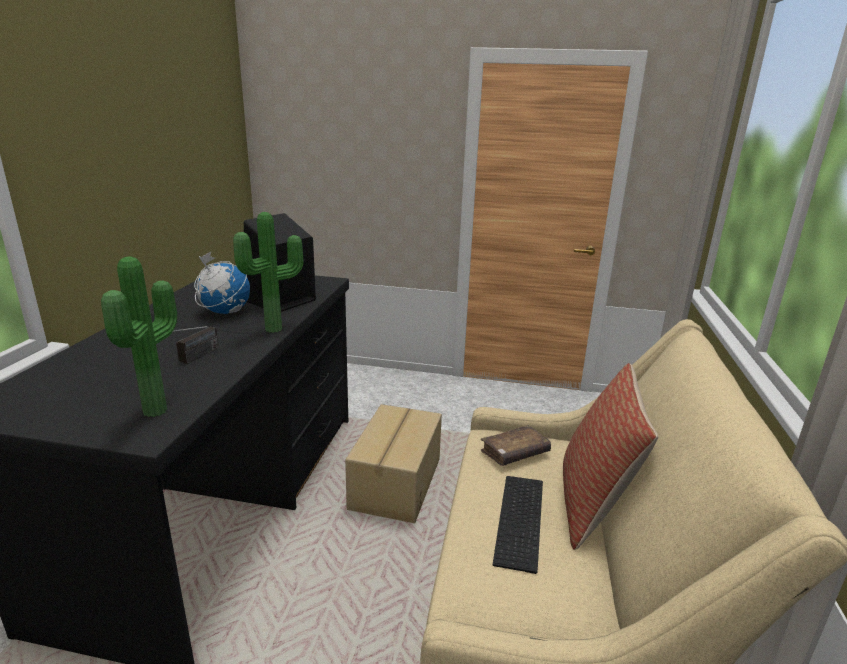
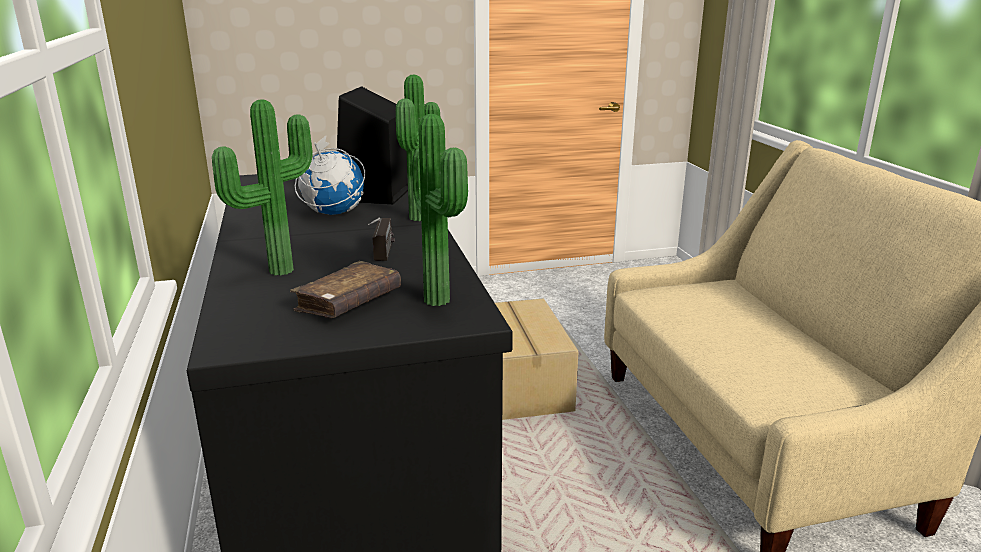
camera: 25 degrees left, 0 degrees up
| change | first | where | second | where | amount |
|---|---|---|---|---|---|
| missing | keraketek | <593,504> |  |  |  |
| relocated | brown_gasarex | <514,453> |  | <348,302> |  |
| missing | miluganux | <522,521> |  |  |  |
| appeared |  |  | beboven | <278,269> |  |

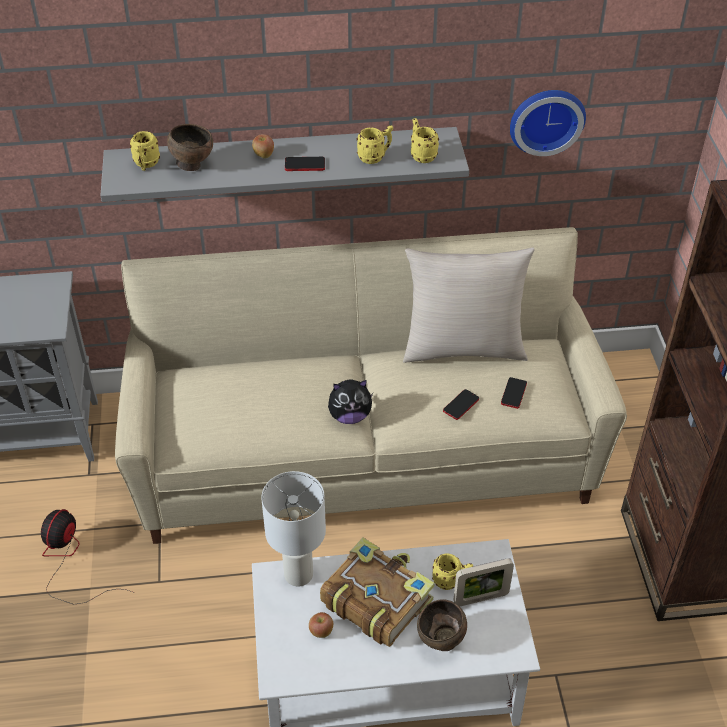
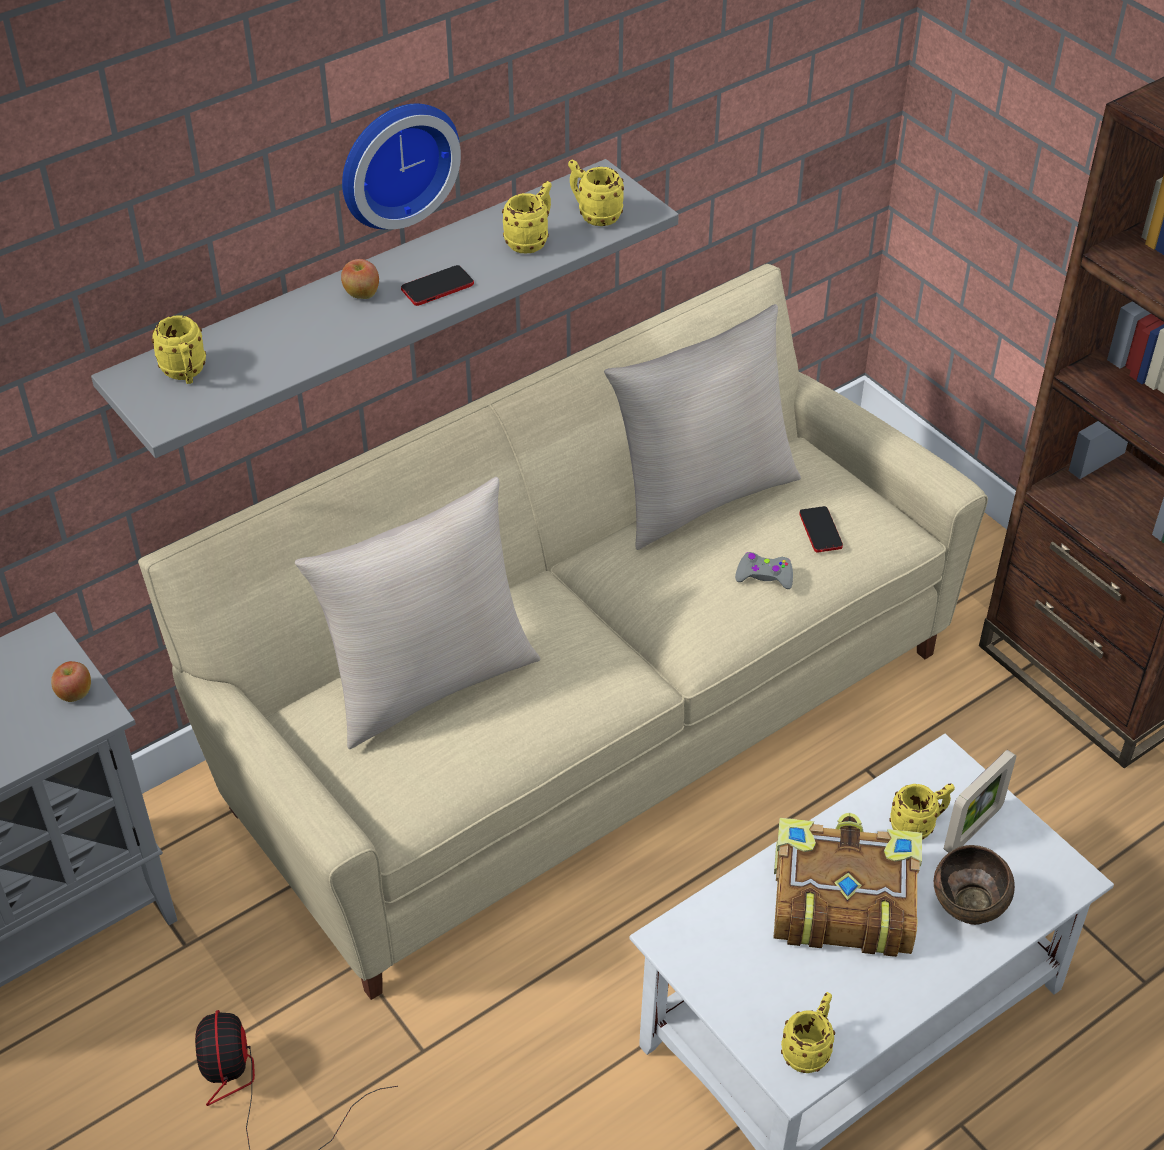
camera: 30 degrees left, 0 degrees up
| change | first | where | second | where | amount |
|---|---|---|---|---|---|
| relocated | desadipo | <546,119> |  | <394,161> |  |
| missing | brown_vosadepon | <192,165> |  |  |  |
| missing | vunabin | <349,416> |  |  |  |
| exchanged | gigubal | <461,405> | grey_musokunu | <764,576> |  |
| missing | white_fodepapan | <299,574> |  |  |  |
| relocated | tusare | <321,631> |  | <75,694> |  |
| appeared |  |  | beige_keraketek | <429,681> |  |
| appeared |  |  | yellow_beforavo | <809,1049> |  |

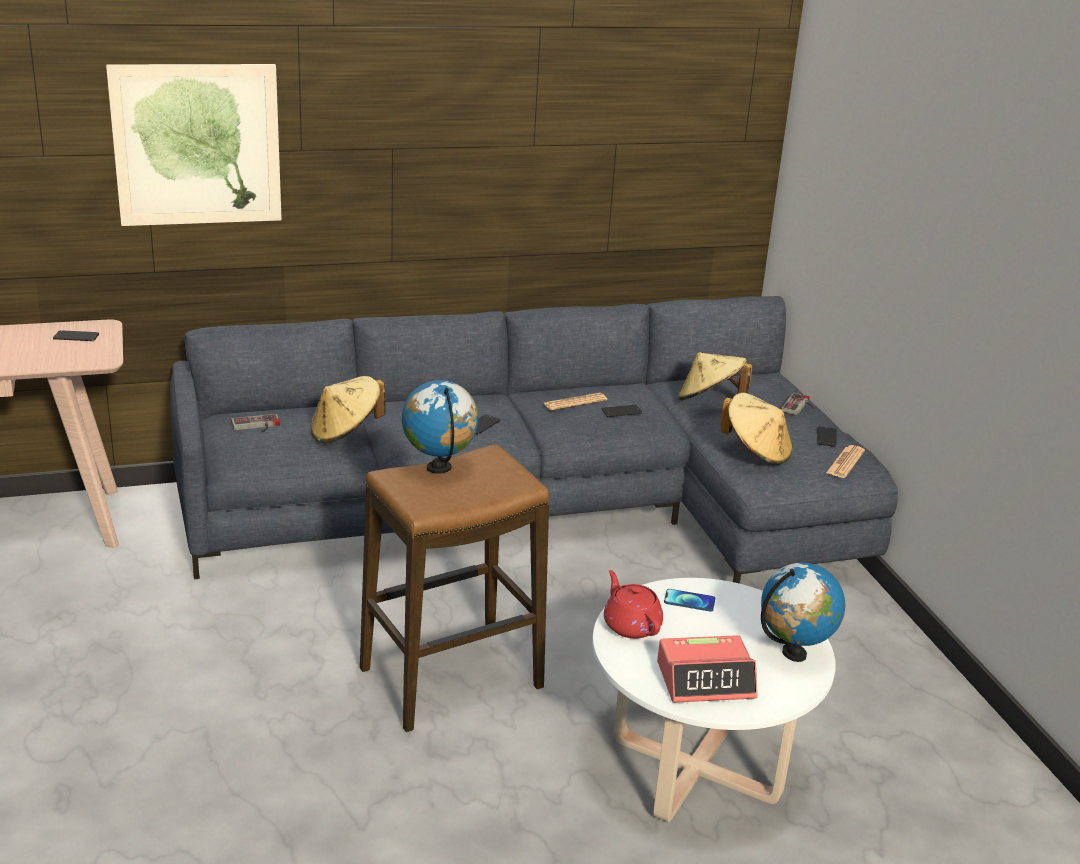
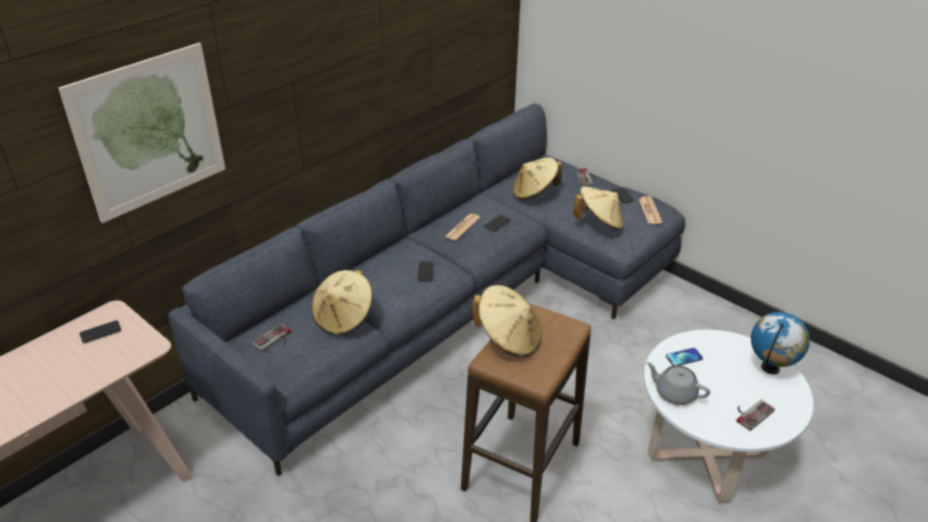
camera: 30 degrees left, 10 degrees up
| change | first | where | second | where | amount |
|---|---|---|---|---|---|
| exchanged | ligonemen | <439,468> | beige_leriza | <508,339> |  |
| colour | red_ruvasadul | <631,625> | grey_ruvasadul | <674,393> |  |
| exchanged | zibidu | <706,680> | musokunu | <750,413> |  |

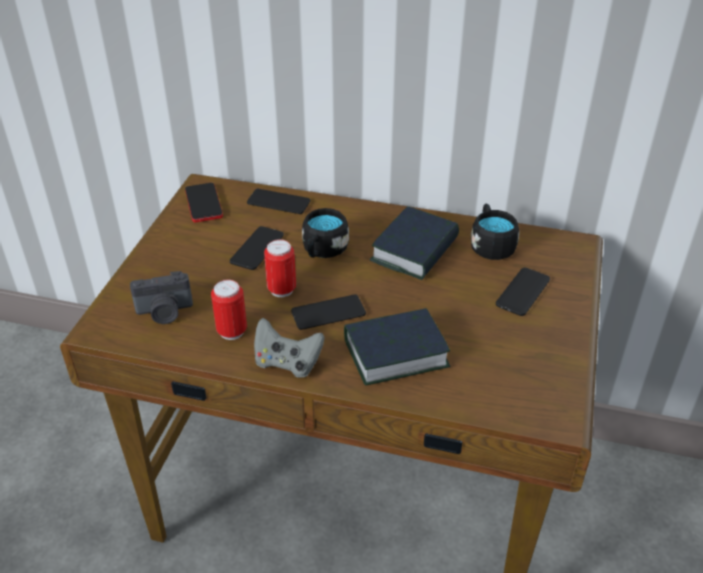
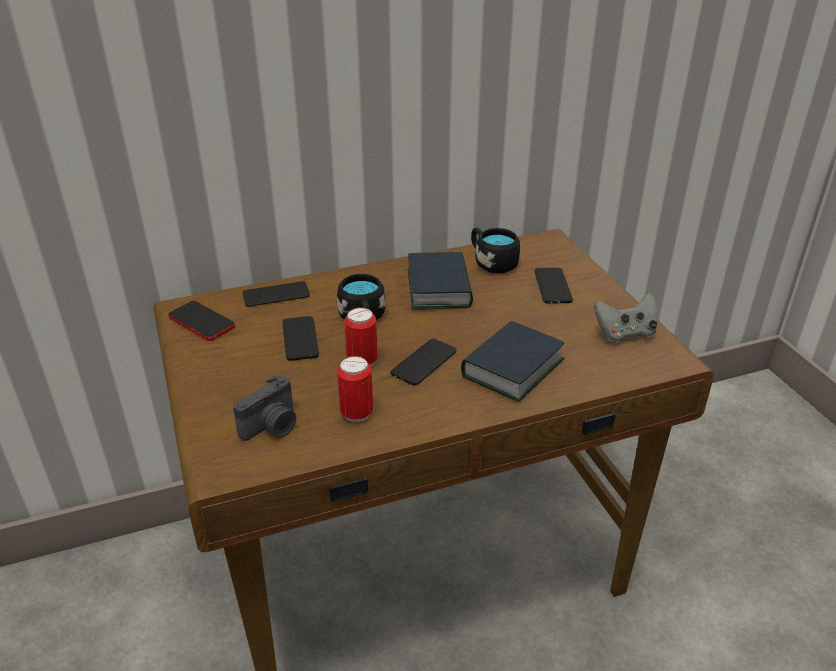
camera: 35 degrees left, 5 degrees down
| change | first | where | second | where | amount |
|---|---|---|---|---|---|
| relocated | grey_musokunu | <287,363> |  | <625,333> |  |

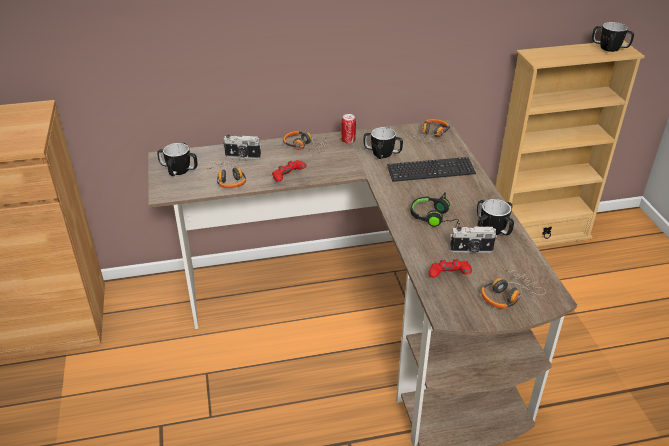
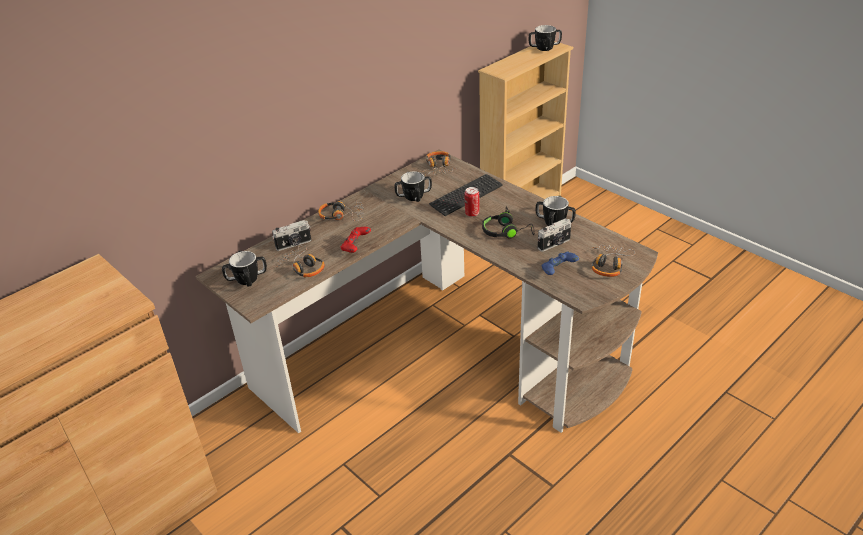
camera: 30 degrees left, 0 degrees up
| change | first | where | second | where | amount |
|---|---|---|---|---|---|
| relocated | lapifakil | <348,140> |  | <472,213> |  |
| colour | red_musokunu | <449,277> | blue_musokunu | <558,271> |  |

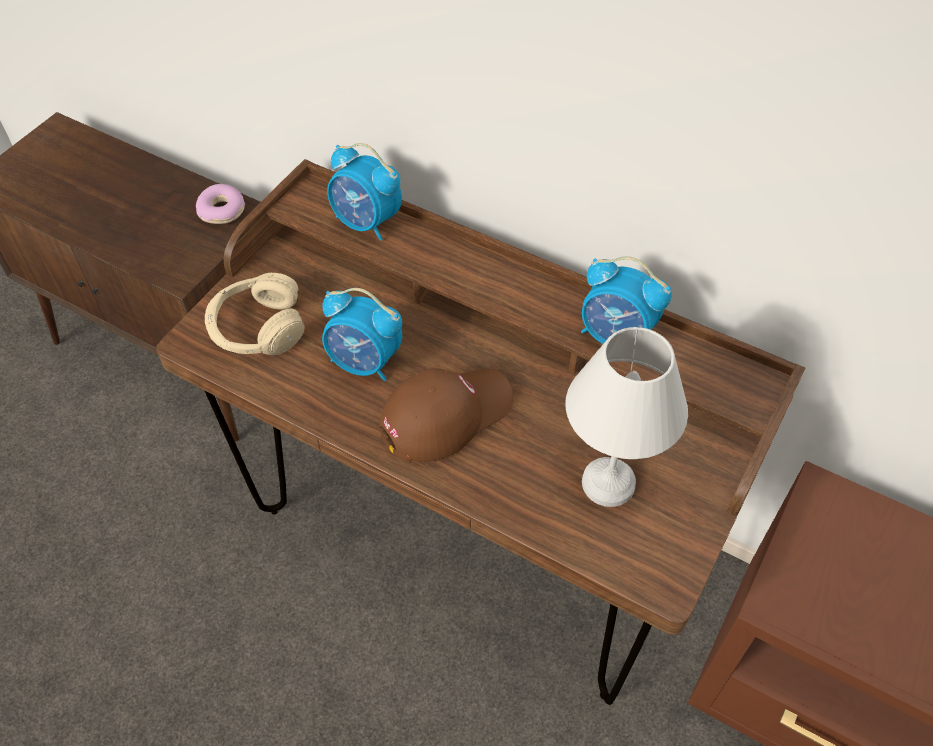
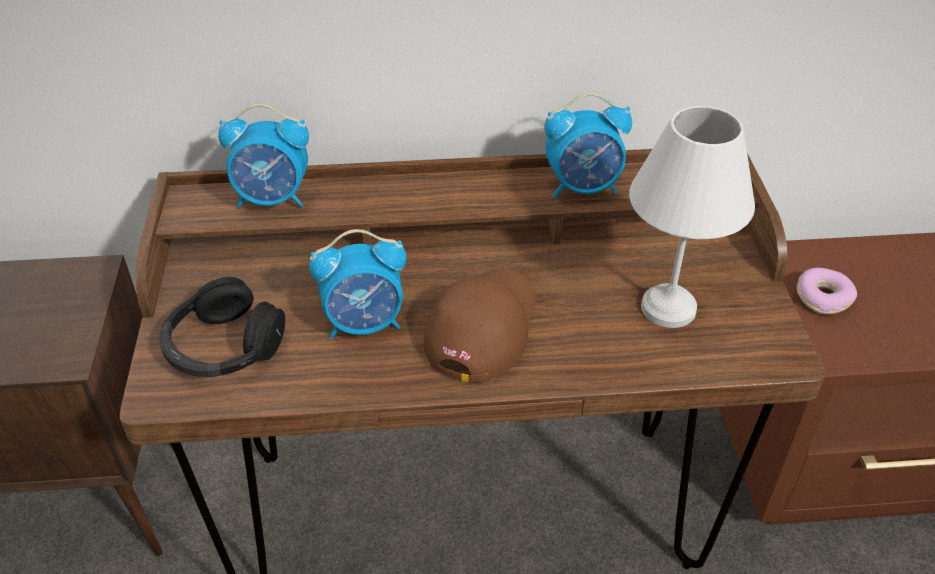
camera: 35 degrees left, 10 degrees down
| change | first | where | second | where | amount |
|---|---|---|---|---|---|
| relocated | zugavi | <222,211> |  | <822,297> |  |
| colour | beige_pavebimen | <257,328> | black_pavebimen | <223,347> |  |

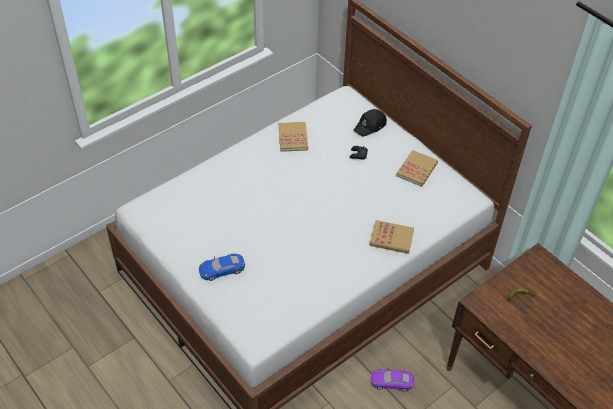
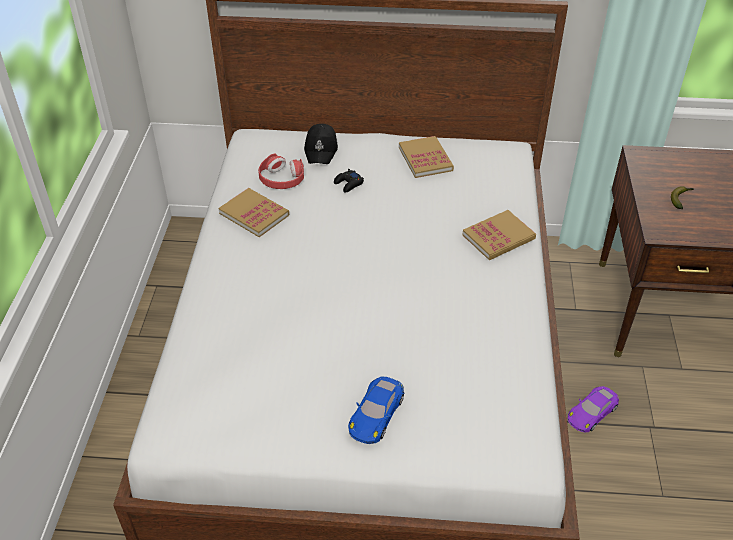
camera: 45 degrees left, 5 degrees down
| change | first | where | second | where | amount |
|---|---|---|---|---|---|
| appeared |  |  | red_pavebimen | <281,179> |  |

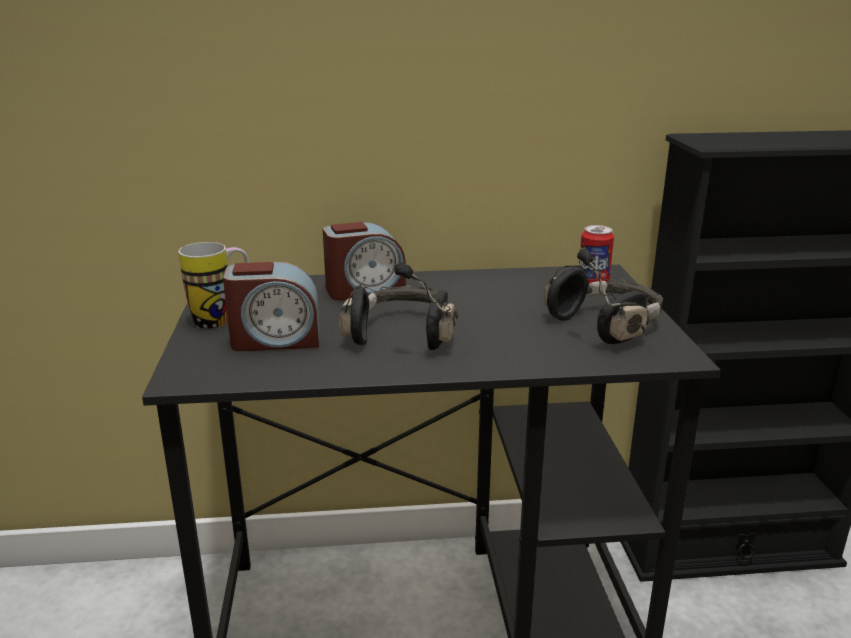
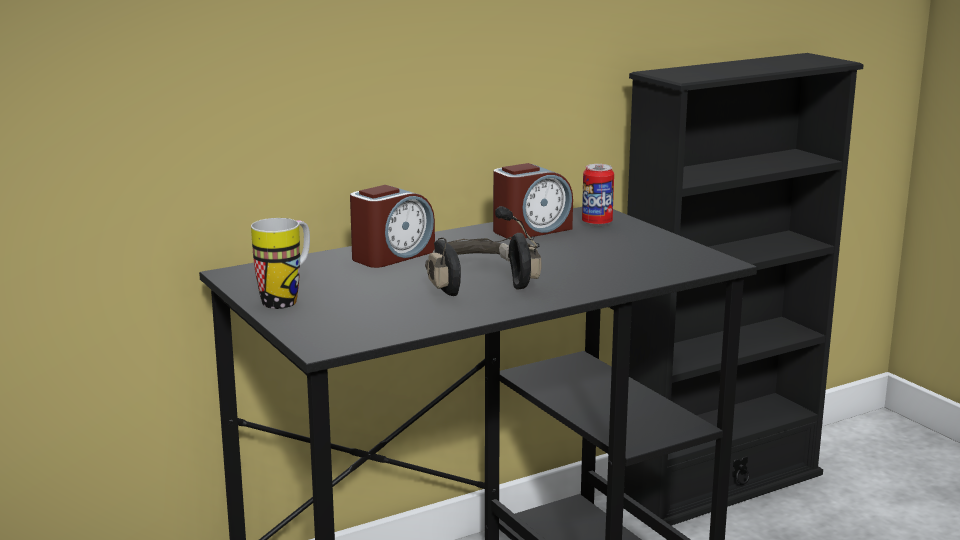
camera: 25 degrees left, 5 degrees down
| change | first | where | second | where | amount |
|---|---|---|---|---|---|
| missing | black_pavebimen | <606,325> |  |  |  |
| relocated | zibidu | <275,340> |  | <531,230> |  |

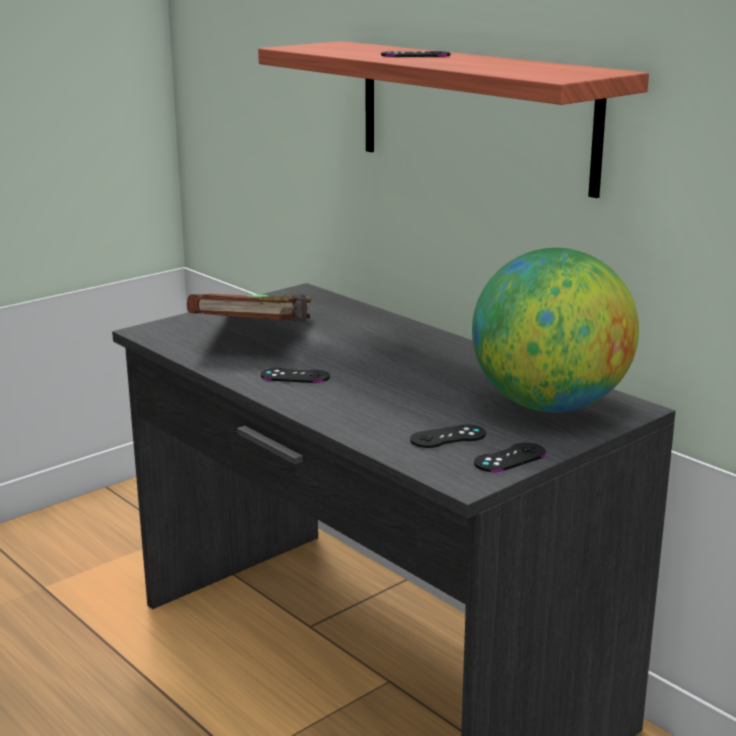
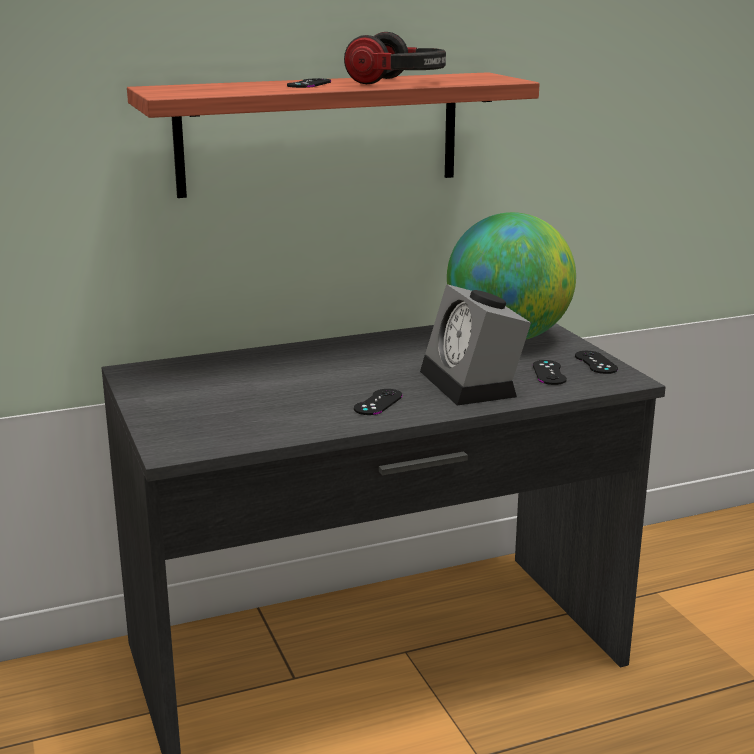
camera: 70 degrees left, 0 degrees up
| change | first | where | second | where | amount |
|---|---|---|---|---|---|
| missing | brown_gasarex | <257,335> |  |  |  |
| appeared |  |  | pavebimen | <398,82> |  |
| appeared |  |  | zibidu | <473,384> |  |

